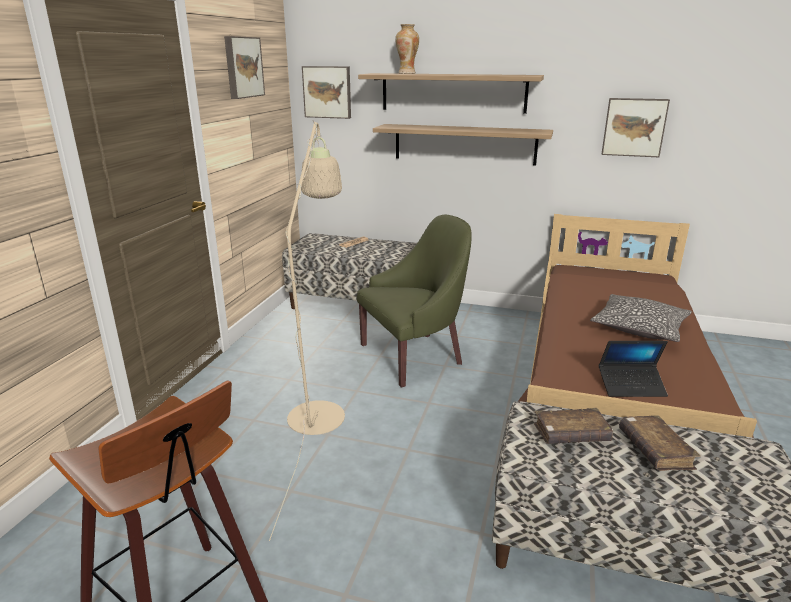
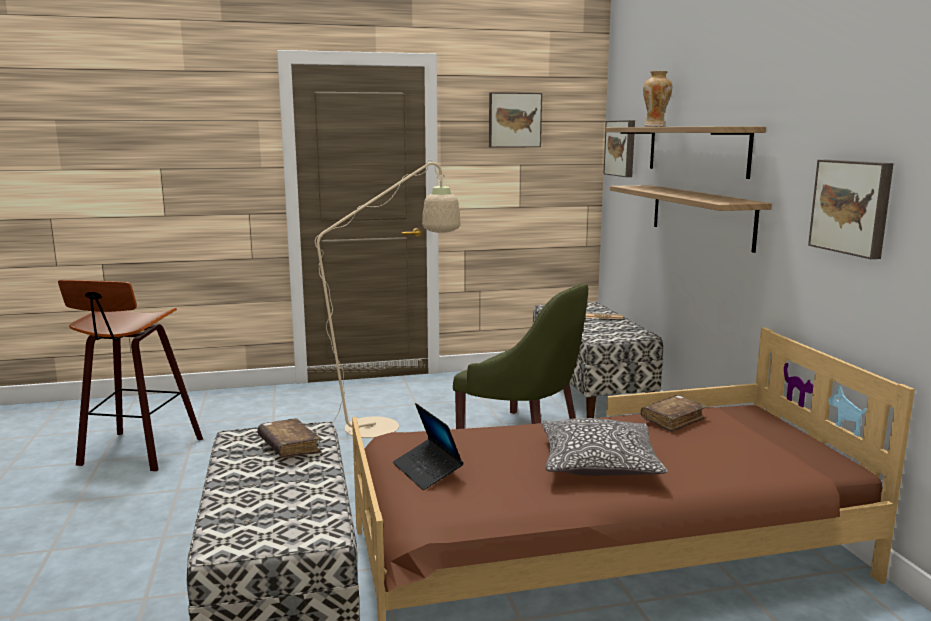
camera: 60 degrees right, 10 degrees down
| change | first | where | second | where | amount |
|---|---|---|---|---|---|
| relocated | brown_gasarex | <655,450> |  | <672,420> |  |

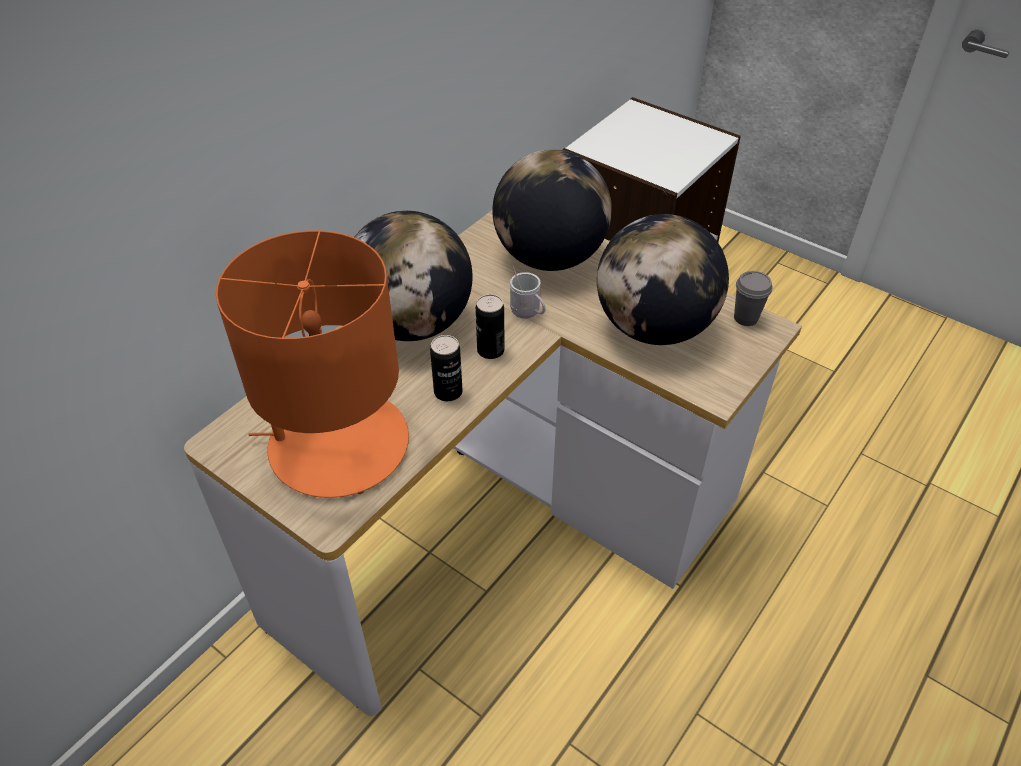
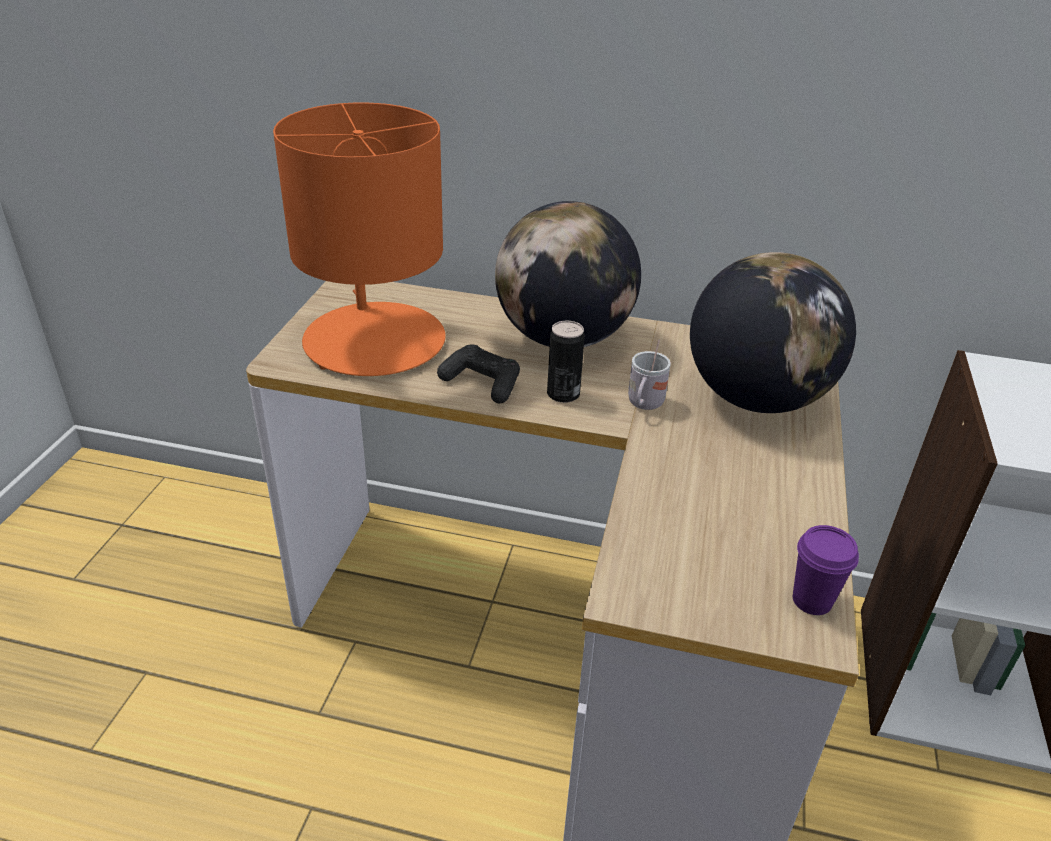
camera: 65 degrees right, 10 degrees down
| change | first | where | second | where | amount |
|---|---|---|---|---|---|
| missing | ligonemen | <653,328> |  |  |  |
| colour | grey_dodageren | <745,318> | purple_dodageren | <812,600> |  |
| exchanged | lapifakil | <448,392> | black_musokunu | <482,383> |  |

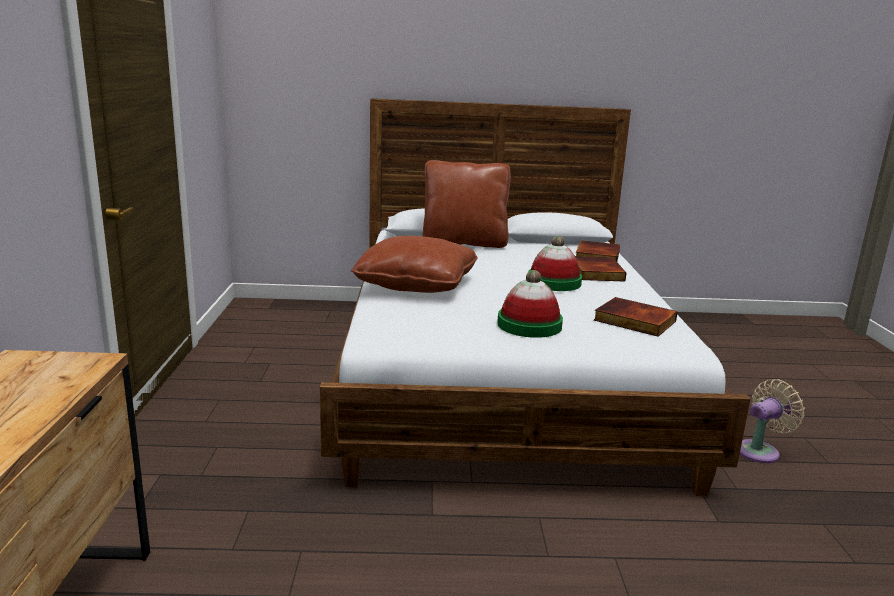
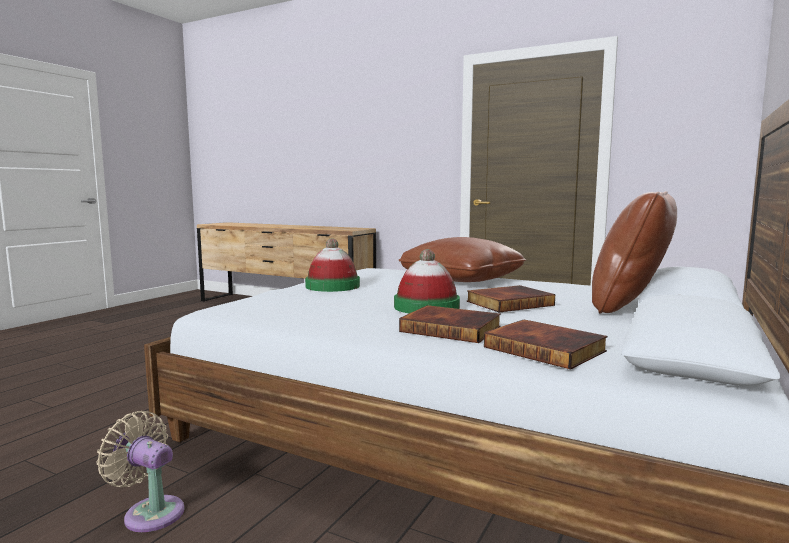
camera: 120 degrees right, 10 degrees down
| change | first | where | second | where | amount |
|---|---|---|---|---|---|
| relocated | gasarex | <633,321> |  | <509,303> |  |
| spun | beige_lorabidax | <760,451> |  | <150,512> | 120 degrees clockwise |

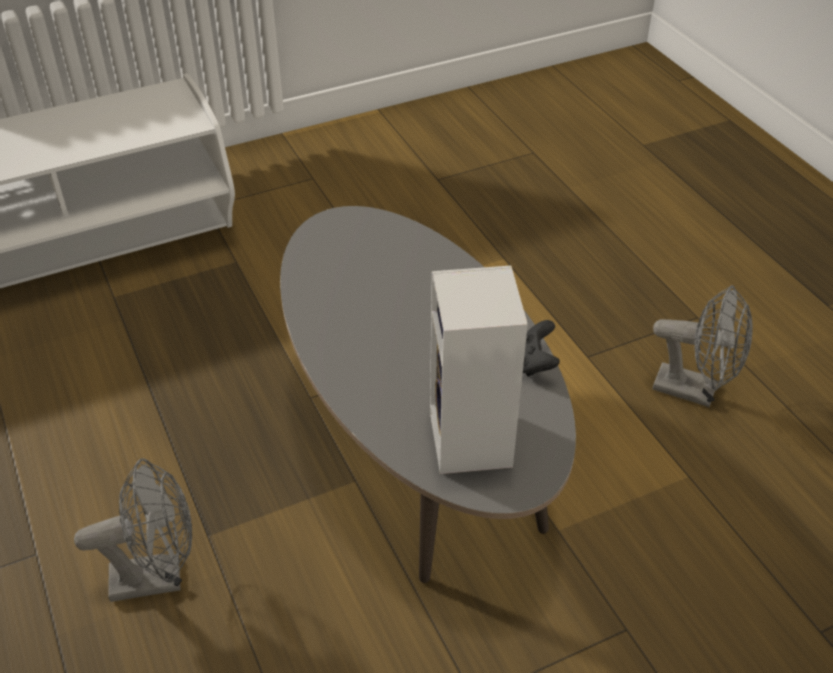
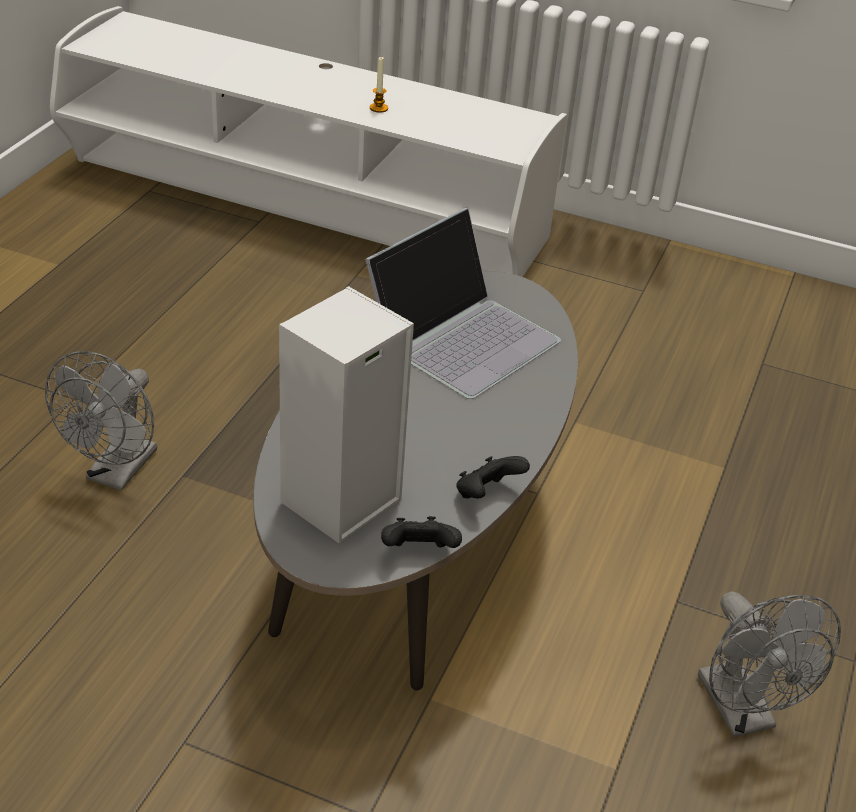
camera: 45 degrees right, 5 degrees down
| change | first | where | second | where | amount |
|---|---|---|---|---|---|
| spun | grey_lorabidax | <158,577> |  | <116,473> | 75 degrees clockwise |
| appeared |  |  | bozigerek | <378,108> |  |
| appeared |  |  | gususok | <462,336> |  |
| appeared |  |  | black_musokunu | <419,552> |  |

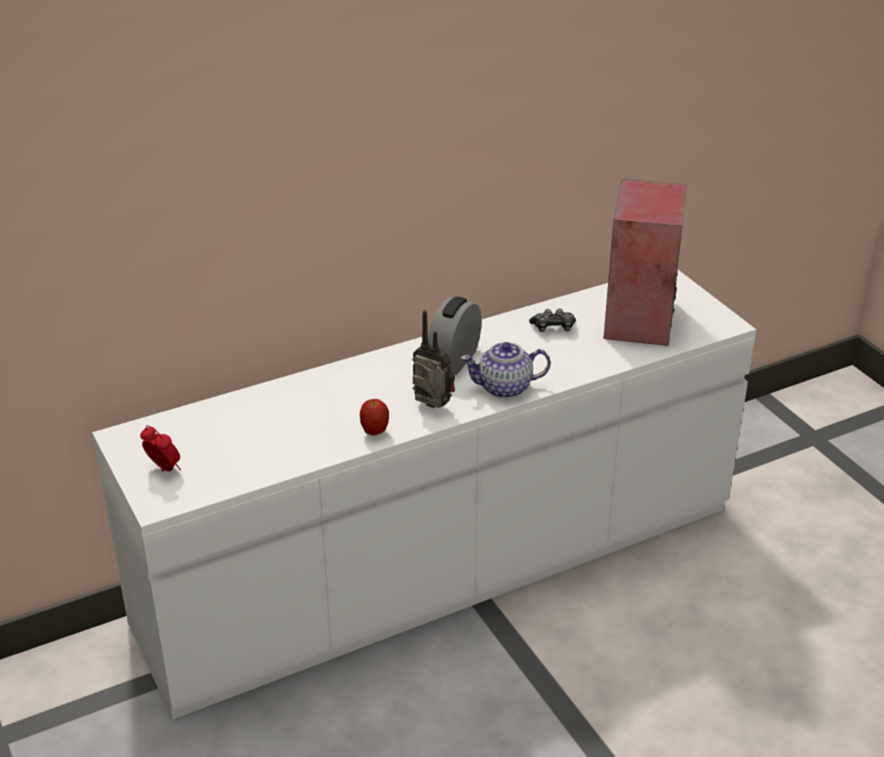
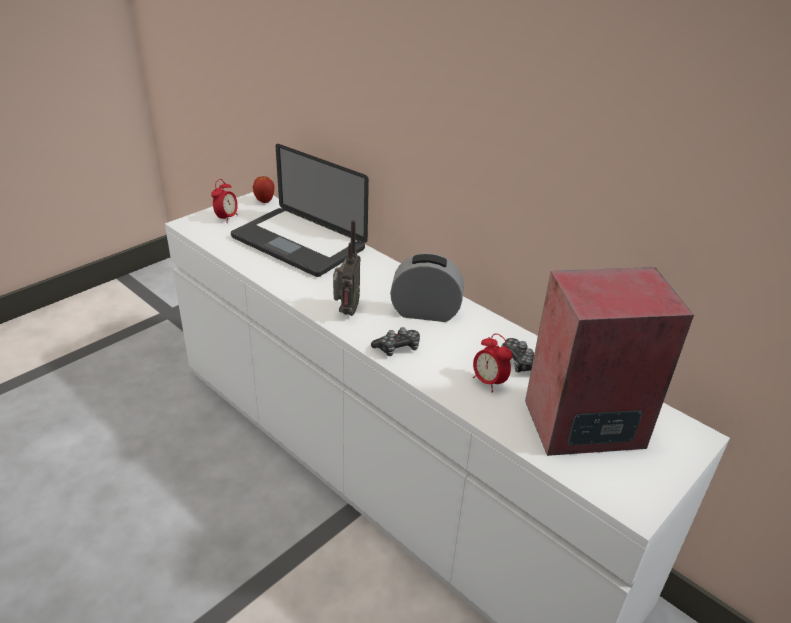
camera: 70 degrees right, 0 degrees up
| change | first | where | second | where | amount |
|---|---|---|---|---|---|
| exchanged | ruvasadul | <505,388> | musokunu | <397,348> |  |
| relocated | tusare | <374,432> |  | <264,201> |  |
| appeared |  |  | gususok | <298,243> |  |
| appeared |  |  | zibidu | <488,382> |  |

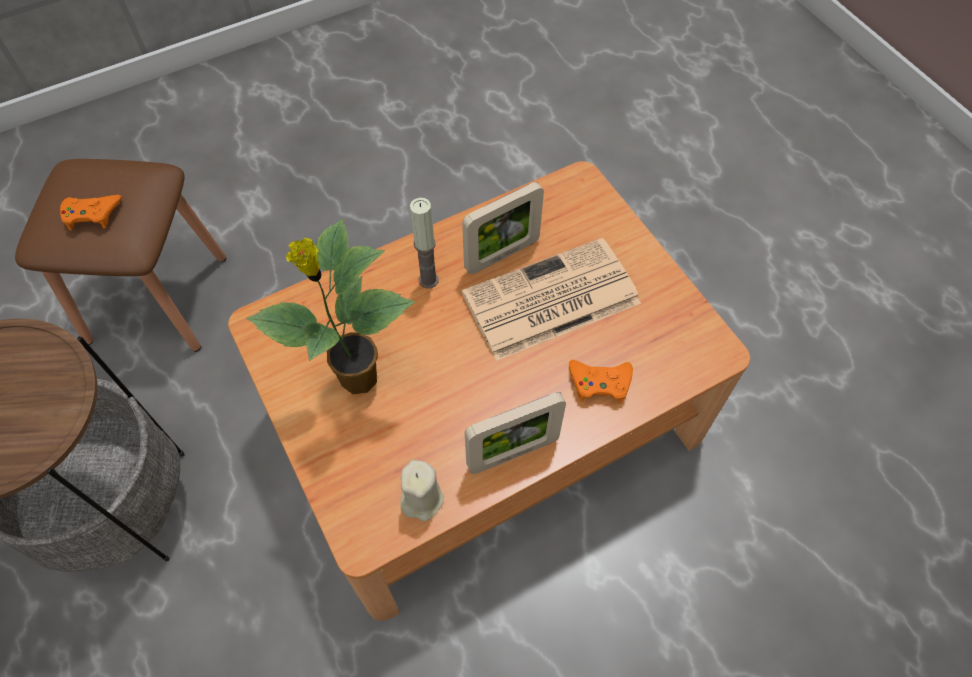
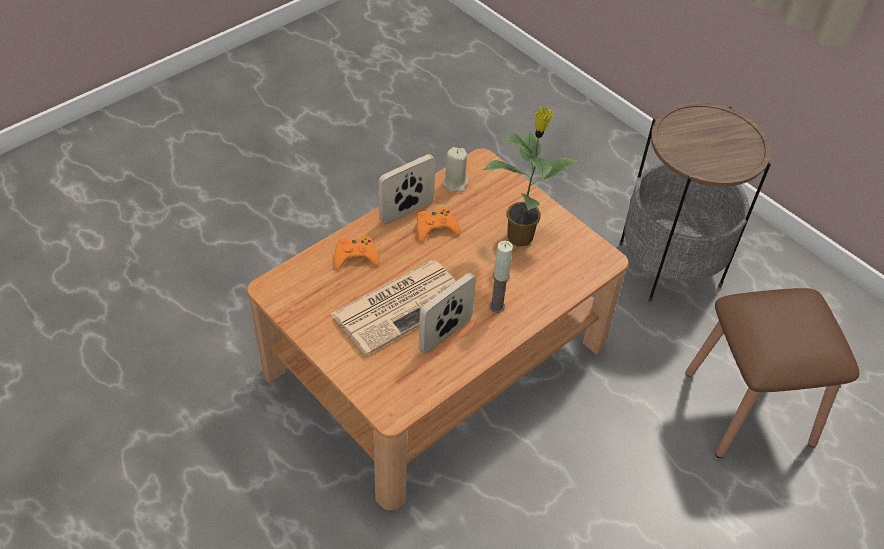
camera: 165 degrees right, 10 degrees down
| change | first | where | second | where | amount |
|---|---|---|---|---|---|
| relocated | orange_musokunu | <92,214> |  | <435,228> |  |

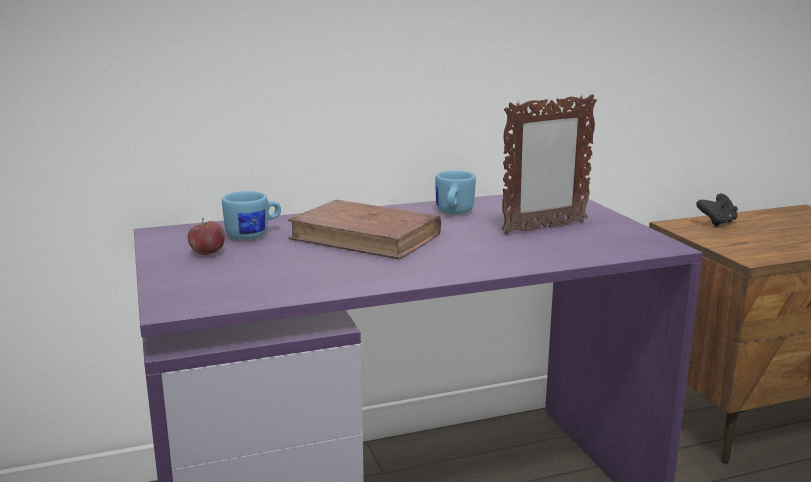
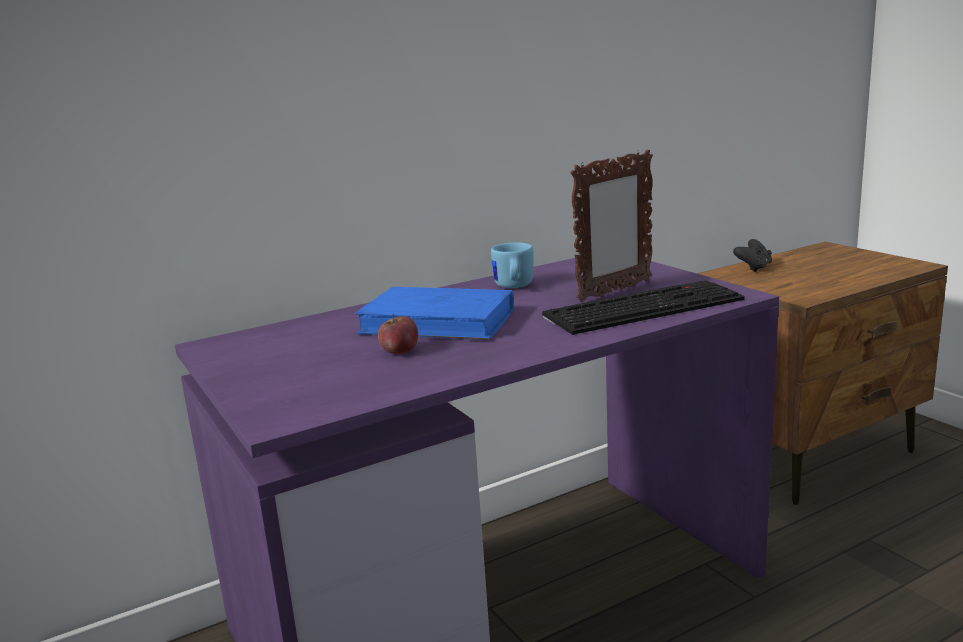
camera: 10 degrees left, 0 degrees up
| change | first | where | second | where | amount |
|---|---|---|---|---|---|
| missing | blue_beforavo | <254,235> |  |  |  |
| colour | brown_gasarex | <366,237> | blue_gasarex | <439,322> |  |
| relocated | tusare | <207,253> |  | <399,352> |  |
| appeared |  |  | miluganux | <644,307> |  |

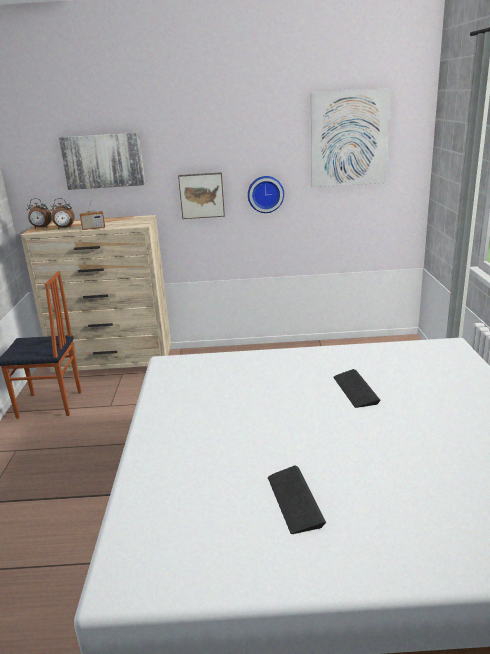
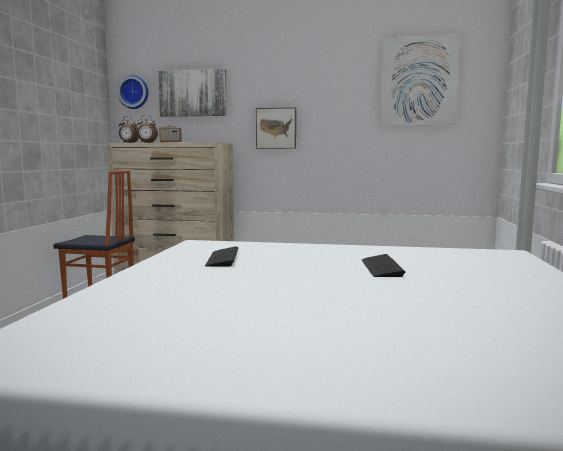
camera: 10 degrees right, 15 degrees down
| change | first | where | second | where | amount |
|---|---|---|---|---|---|
| relocated | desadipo | <265,194> |  | <134,92> |  |
| relocated | miluganux | <294,500> |  | <222,258> |  |

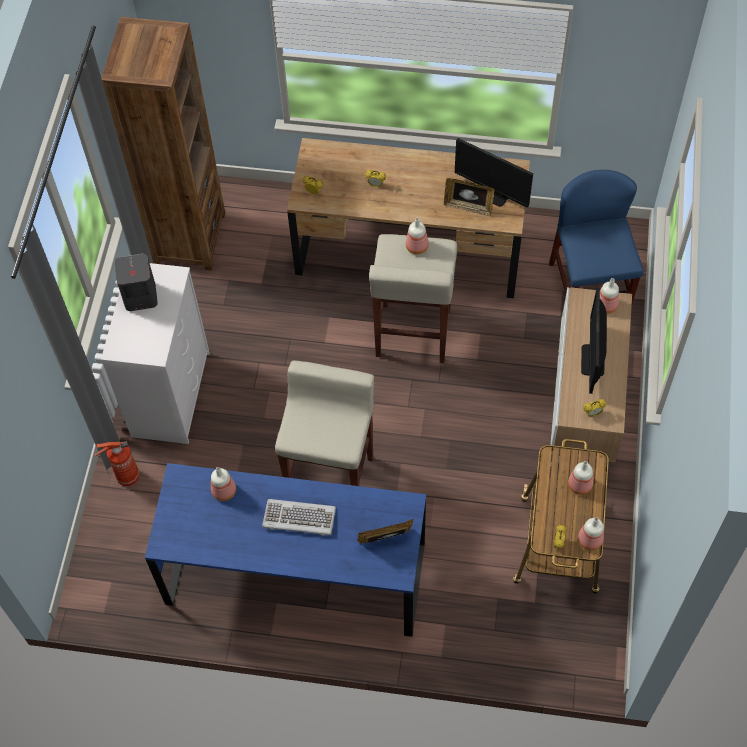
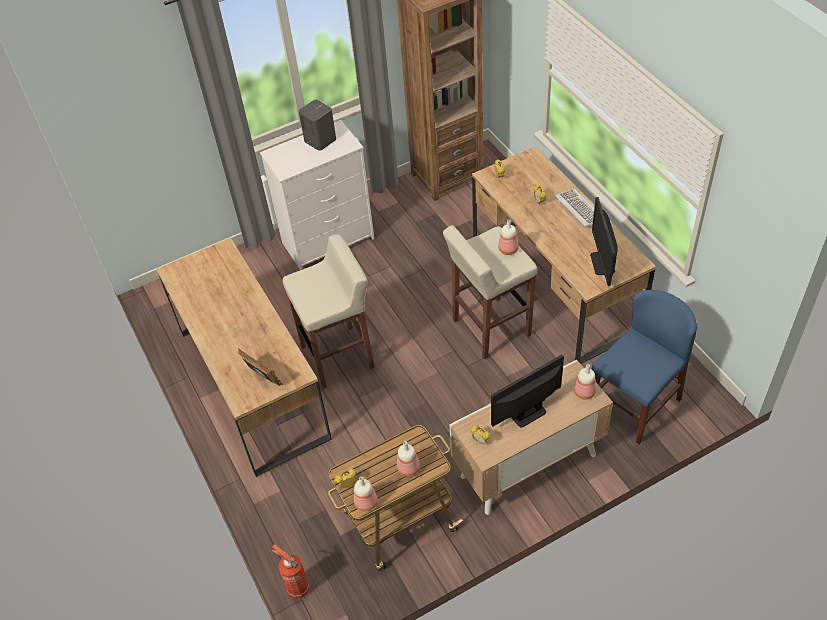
camera: 55 degrees right, 10 degrees down
| change | first | where | second | where | amount |
|---|---|---|---|---|---|
| missing | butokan | <468,207> |  |  |  |
| relocated | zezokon | <126,477> |  | <297,587> |  |
| colour | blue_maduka | <296,574> | brown_maduka | <253,383> |  |
| missing | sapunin | <225,491> |  |  |  |
| relocated | miluganux | <299,519> |  | <578,209> |  |

